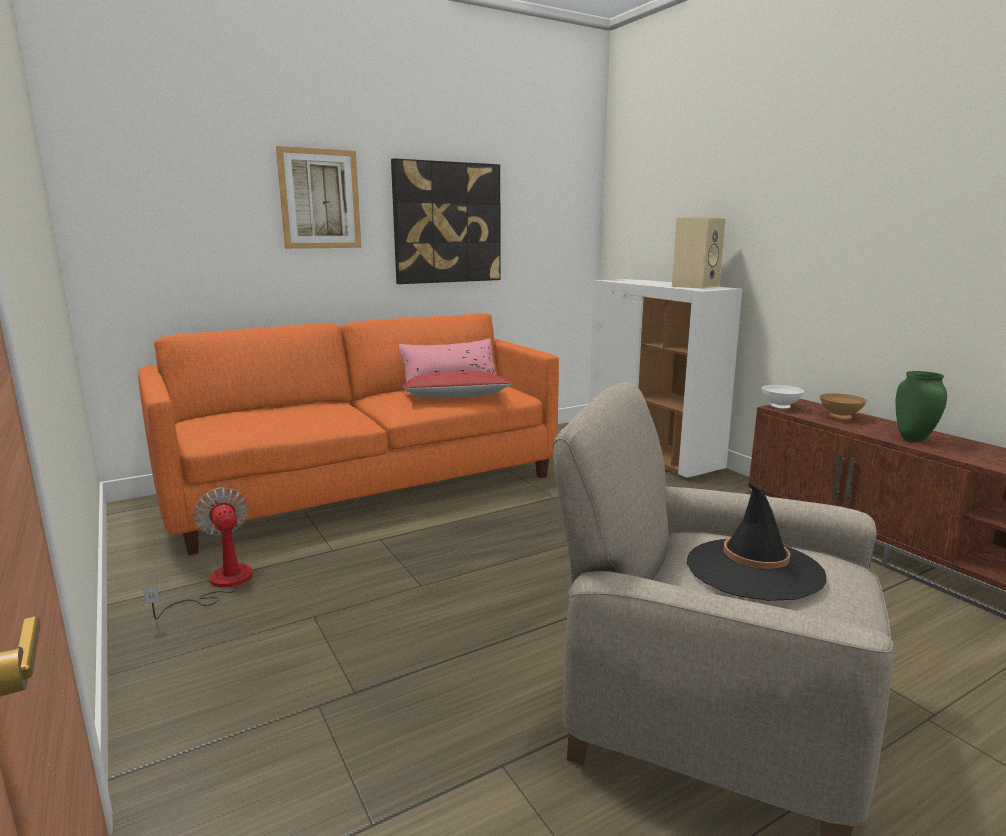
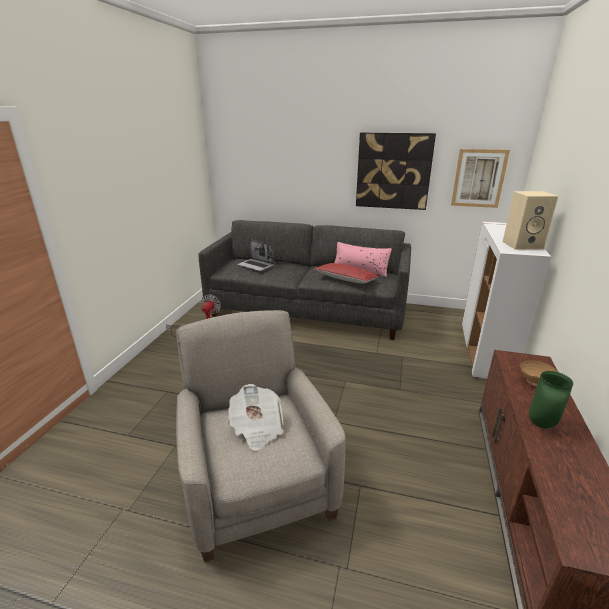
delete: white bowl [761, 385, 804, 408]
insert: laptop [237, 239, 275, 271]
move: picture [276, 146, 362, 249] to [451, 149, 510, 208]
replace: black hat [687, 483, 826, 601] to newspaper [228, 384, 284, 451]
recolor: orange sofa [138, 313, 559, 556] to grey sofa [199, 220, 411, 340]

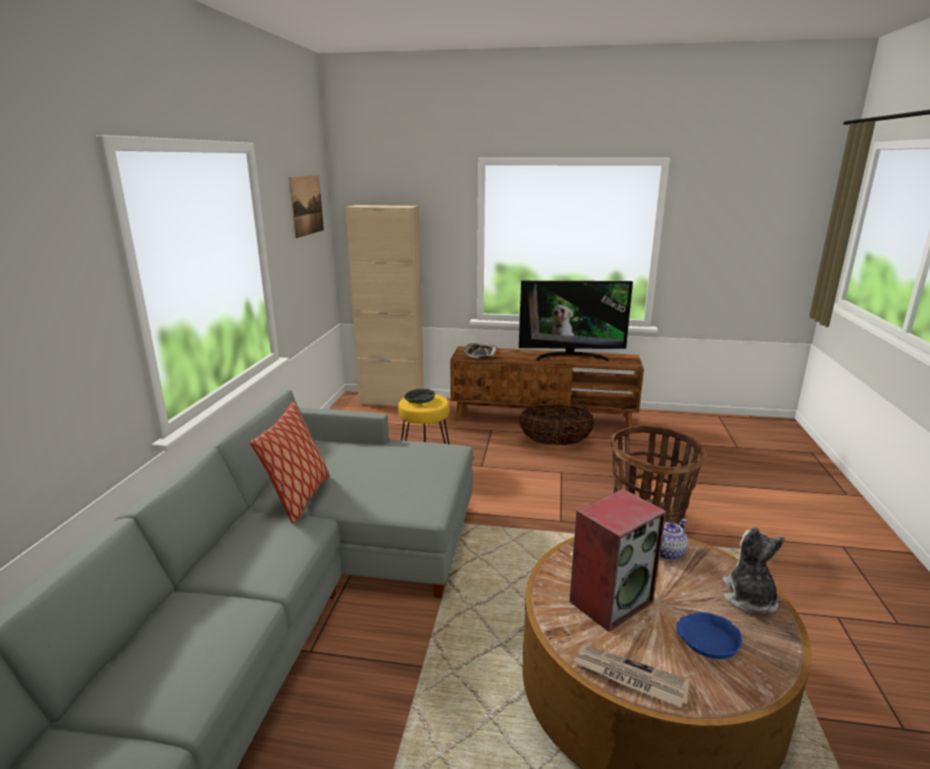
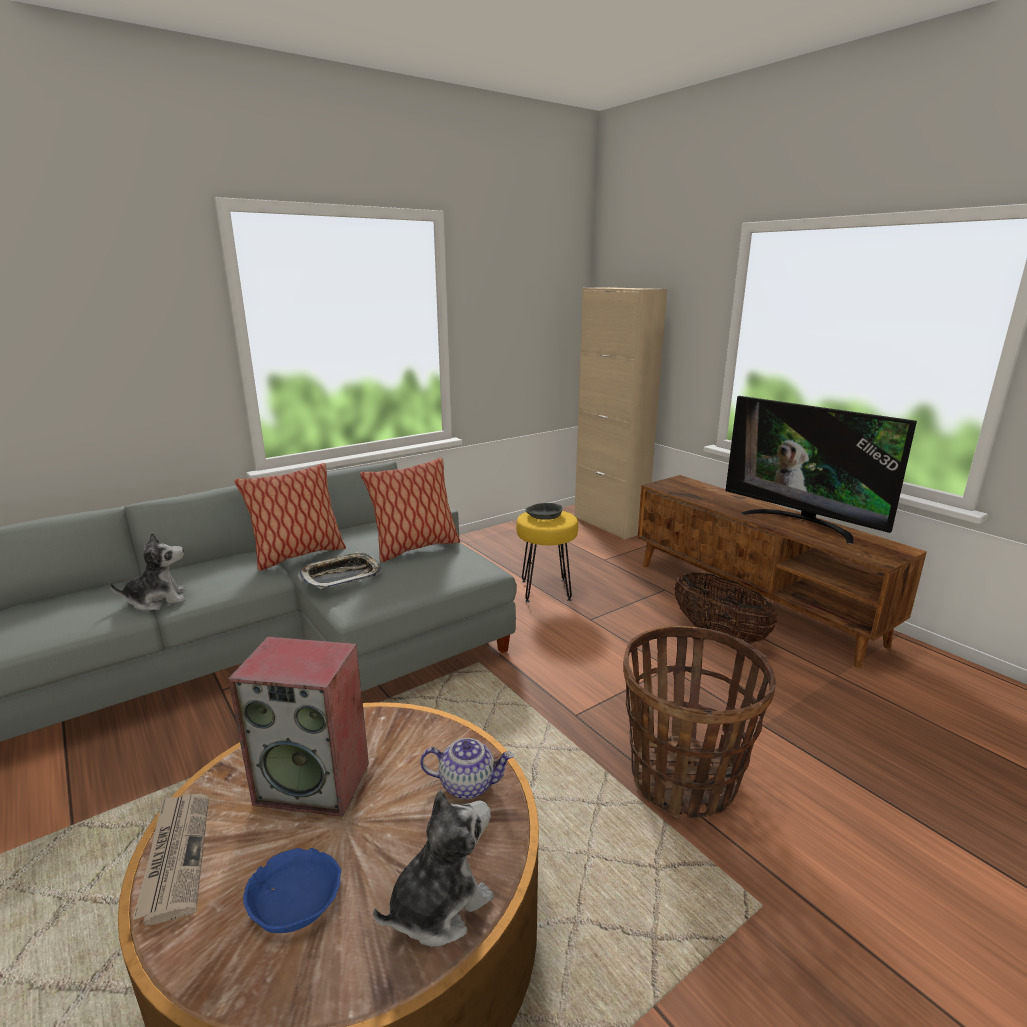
delete: picture [289, 175, 324, 238]
insert: plush toy [109, 532, 186, 611]; pillow [360, 458, 460, 562]
move: tray [463, 343, 497, 358] to [297, 552, 382, 589]

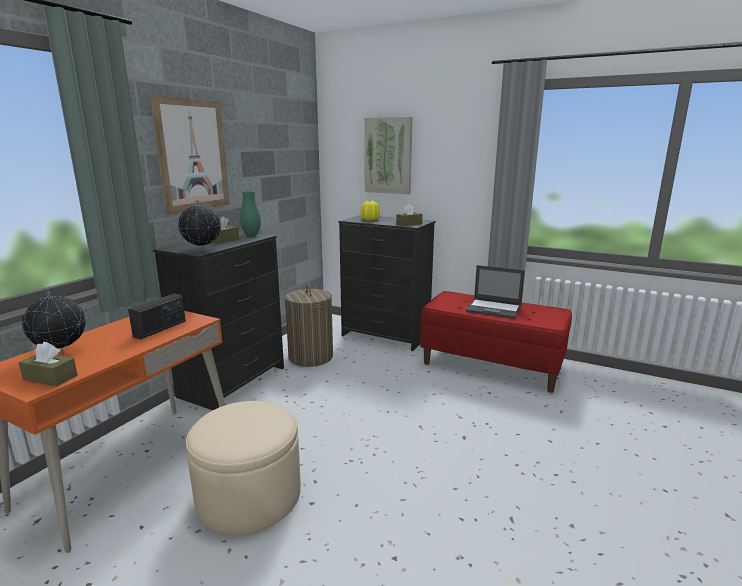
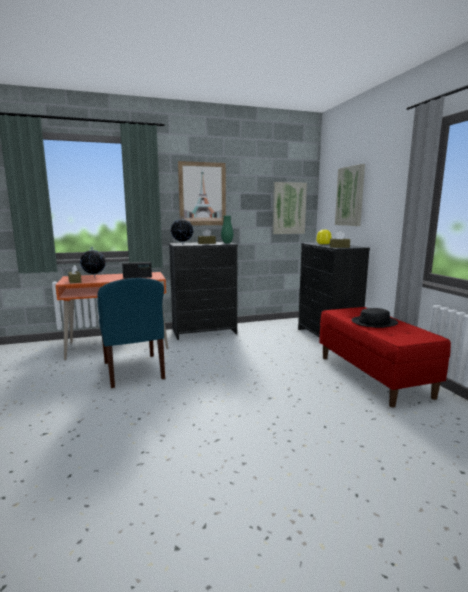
delete: laundry basket [285, 285, 333, 367]
insert: picture [273, 182, 307, 234]
replace: beige ottoman [186, 401, 301, 535] to blue chair [97, 278, 165, 388]; laptop [466, 265, 525, 319] to black hat [351, 308, 398, 328]

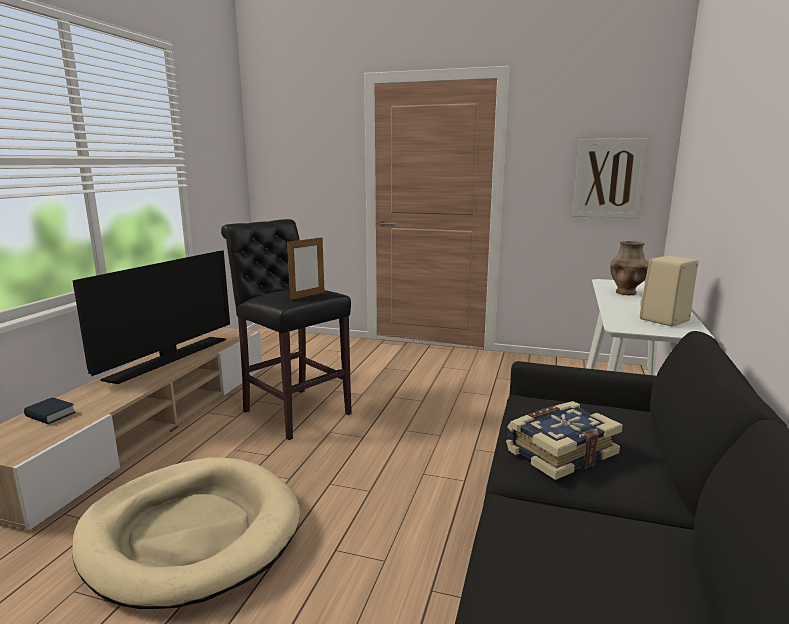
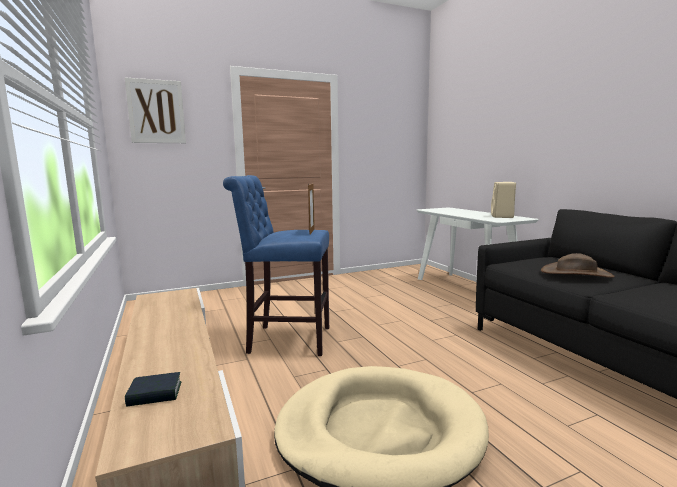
delete: television [72, 250, 230, 384]; brown vase [610, 241, 649, 295]
move: picture [573, 138, 649, 218] to [125, 77, 186, 143]
replace: book [506, 401, 623, 480] to brown hat [541, 253, 615, 278]
recolor: black stool [221, 219, 352, 440] to blue stool [223, 175, 329, 356]

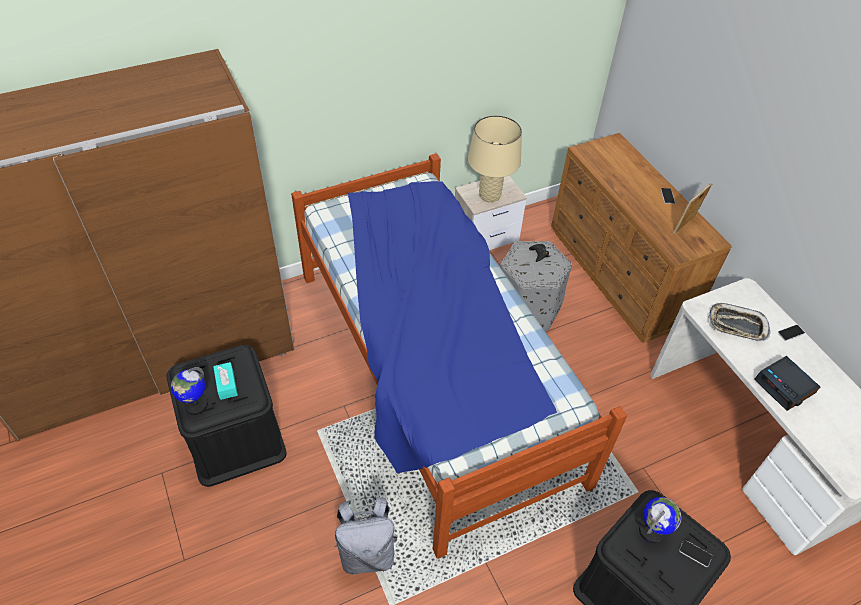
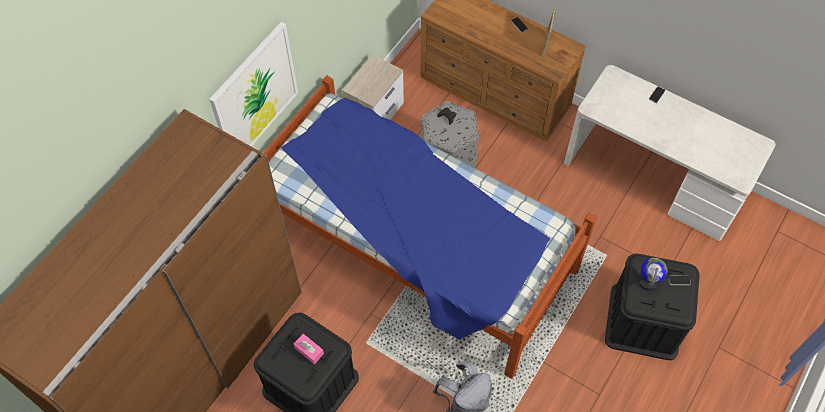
delete: globe [171, 367, 208, 415]; beige table lamp [468, 116, 522, 203]; tray [709, 303, 770, 341]; alarm clock [754, 356, 820, 411]
insert: picture [209, 22, 298, 147]
recolor: turquoise tissue box [213, 362, 238, 400] to pink tissue box [294, 334, 324, 364]

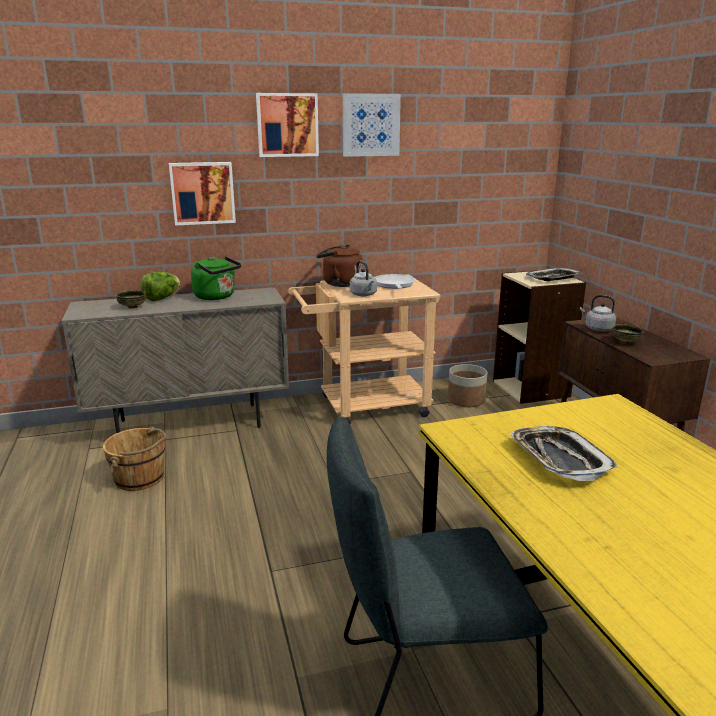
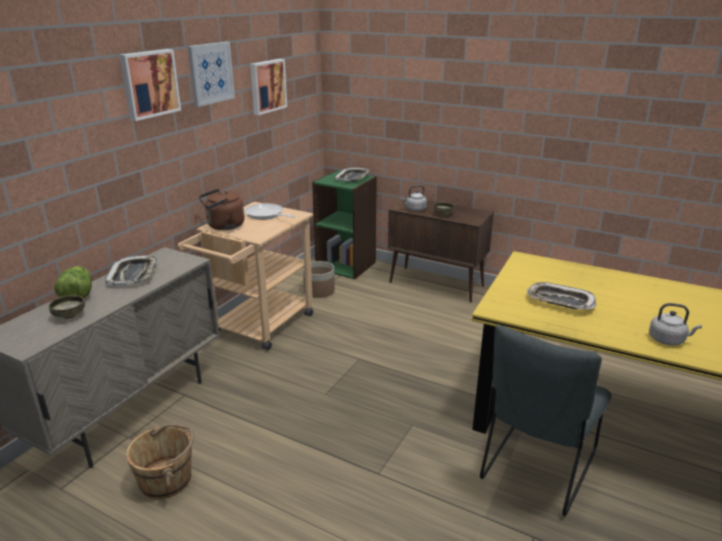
move: picture [169, 162, 236, 225] to [250, 59, 287, 115]; grey kettle [350, 261, 377, 296] to [649, 303, 702, 346]
replace: green kettle [191, 256, 241, 300] to tray [105, 255, 157, 286]
recolor: beige bookcase [493, 270, 586, 404] to green bookcase [312, 170, 377, 279]

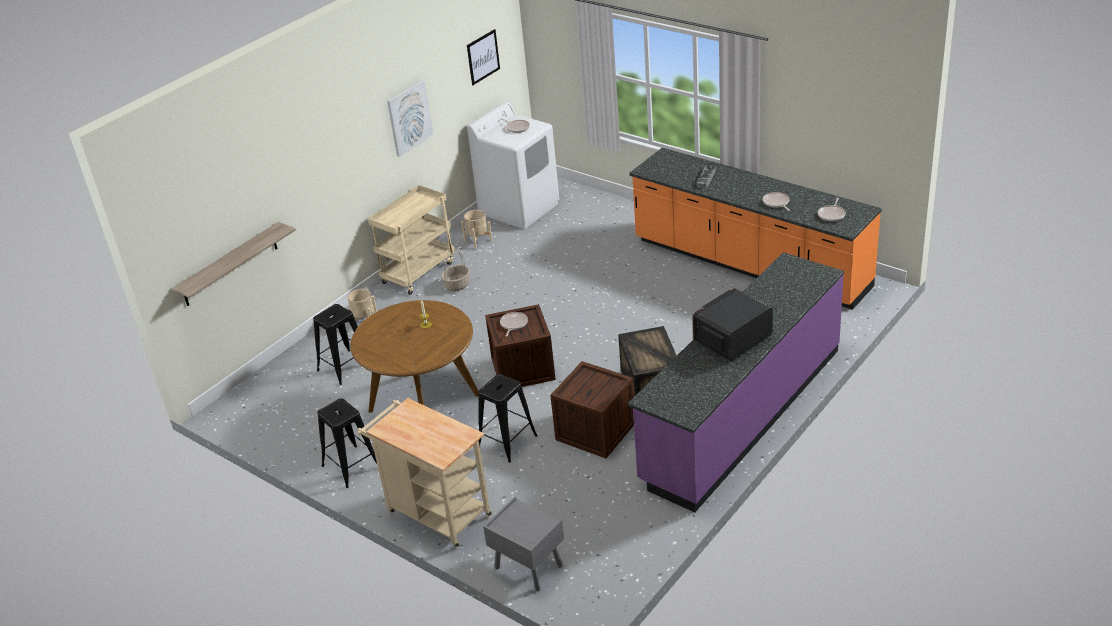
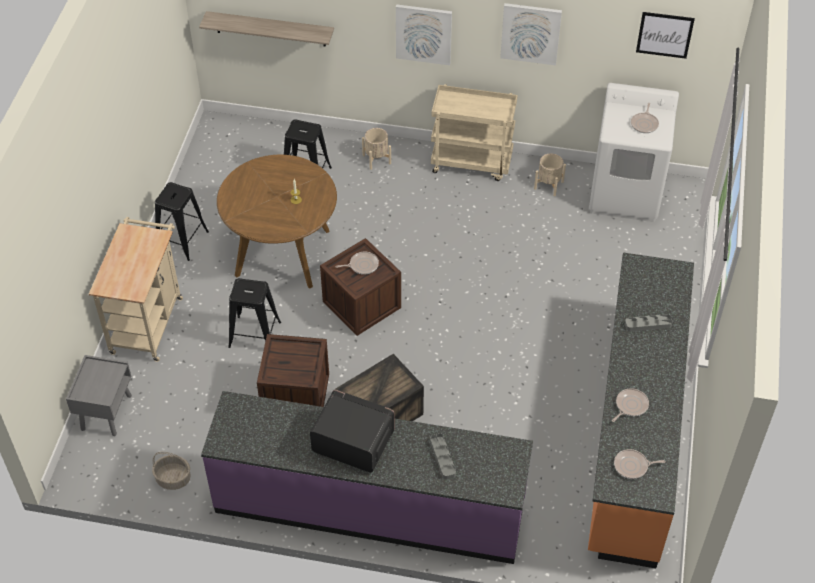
insert: picture [396, 4, 452, 65]; grey tray [430, 433, 456, 480]
move: basket [442, 251, 470, 291] to [152, 452, 191, 490]

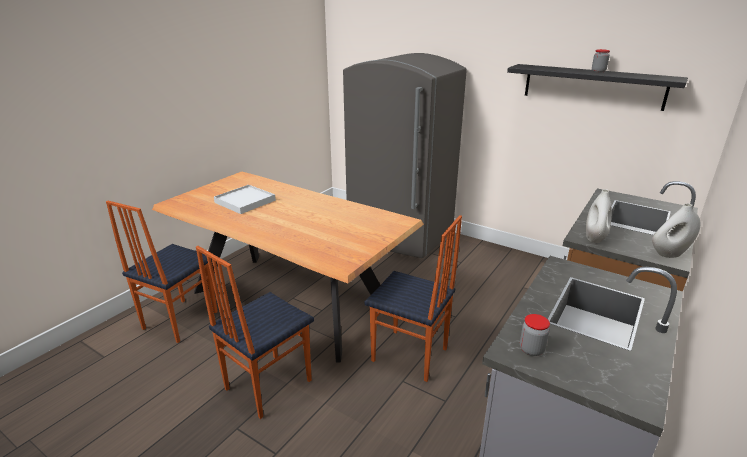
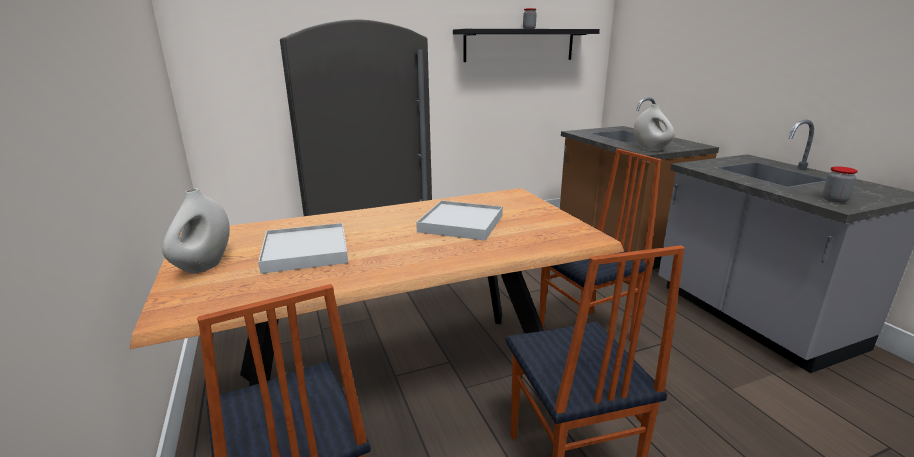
insert: white tray [416, 201, 503, 241]
move: white vase [652, 203, 701, 258] to [162, 188, 230, 273]

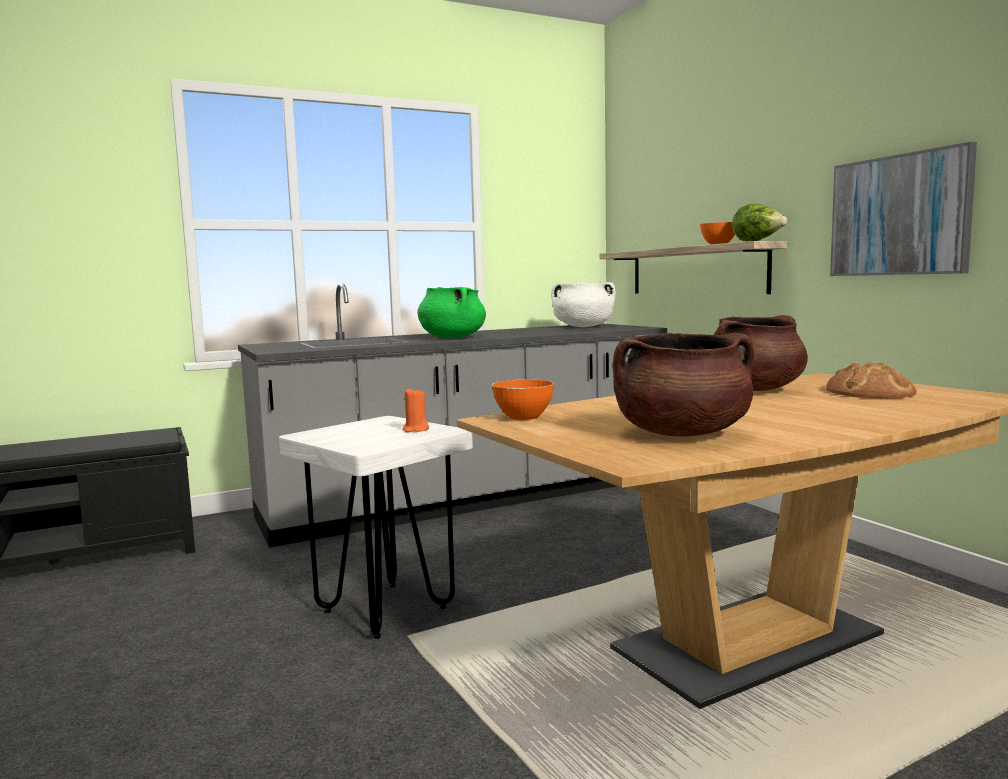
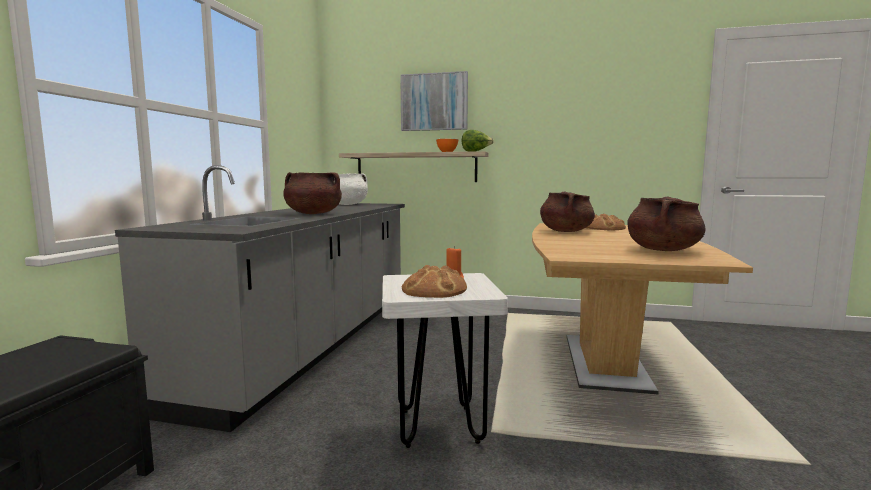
delete: orange bowl [492, 379, 554, 420]
insert: bread [402, 265, 467, 298]
move: picture [830, 142, 977, 276] to [400, 71, 468, 131]
recolor: green cooking pot [417, 287, 486, 338] to brown cooking pot [283, 172, 342, 214]

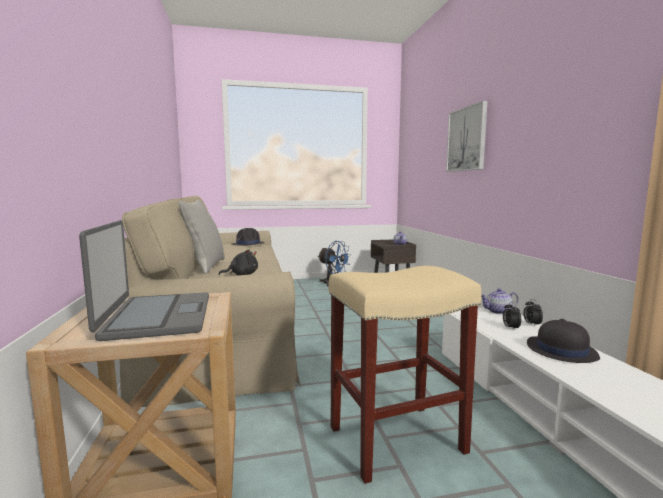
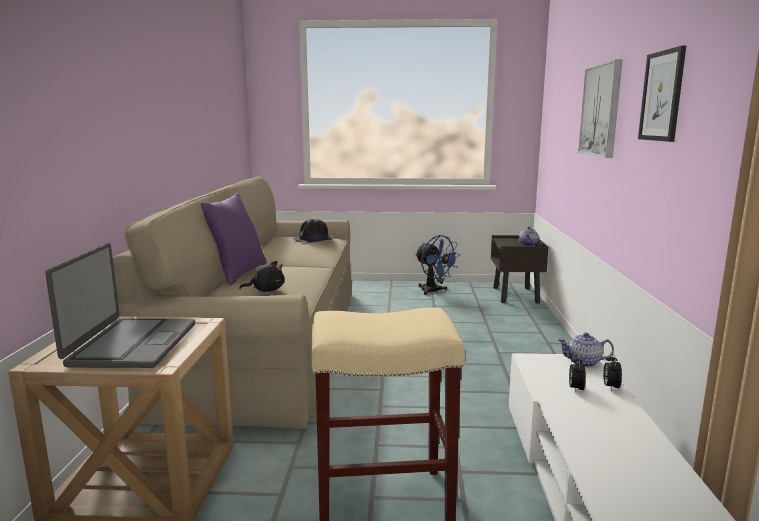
delete: black hat [527, 319, 600, 363]
insert: picture [638, 46, 686, 142]
recolor: grey pillow [179, 200, 225, 274] to purple pillow [200, 193, 267, 286]

